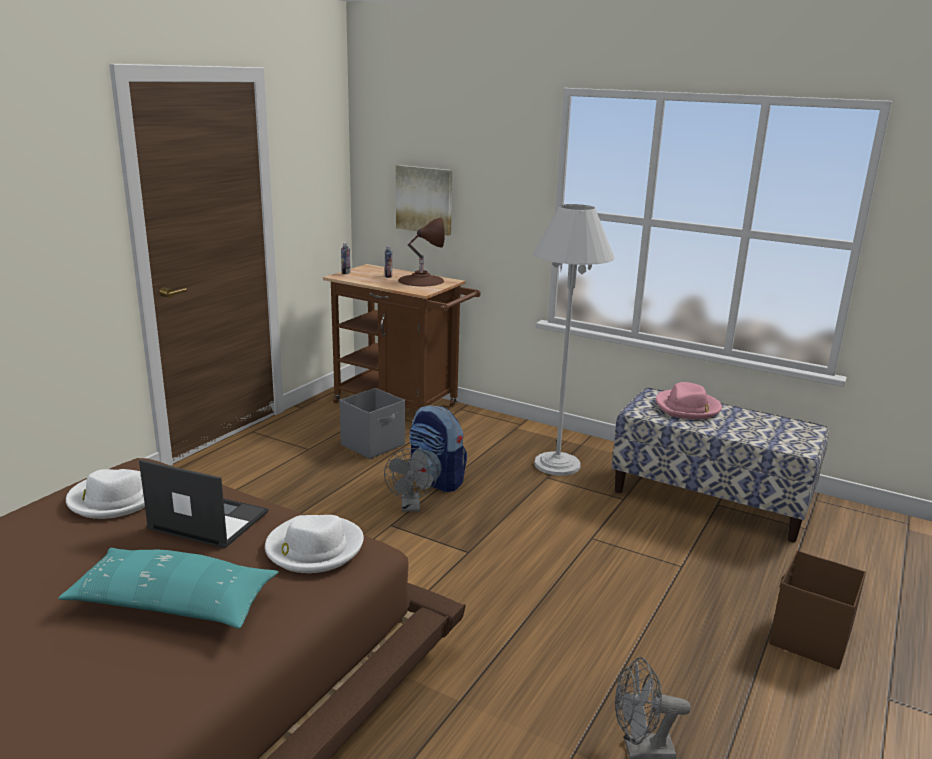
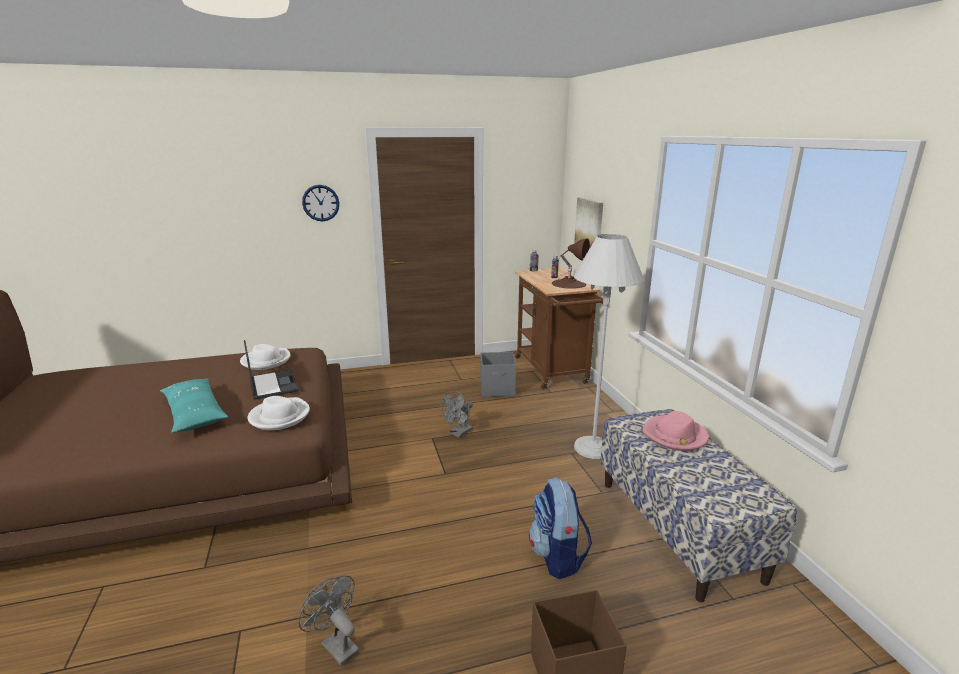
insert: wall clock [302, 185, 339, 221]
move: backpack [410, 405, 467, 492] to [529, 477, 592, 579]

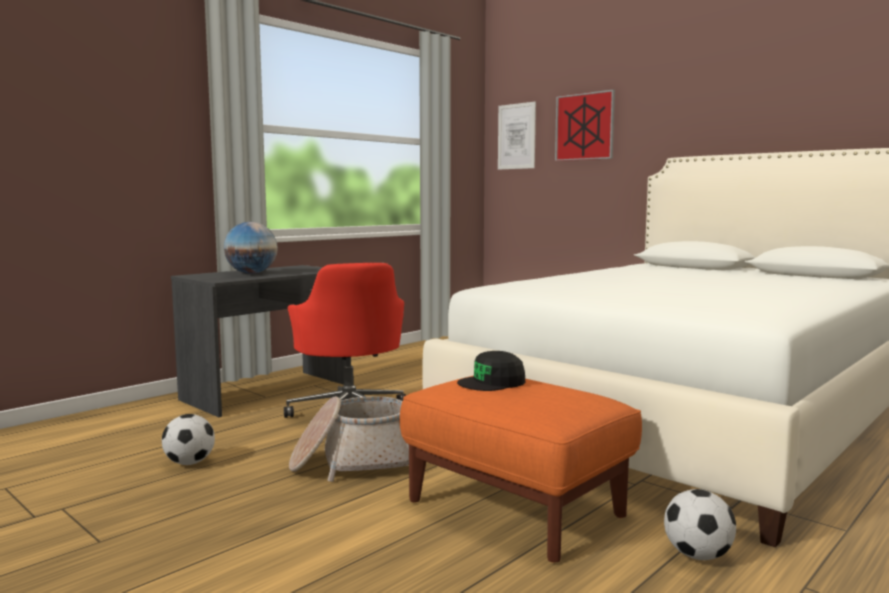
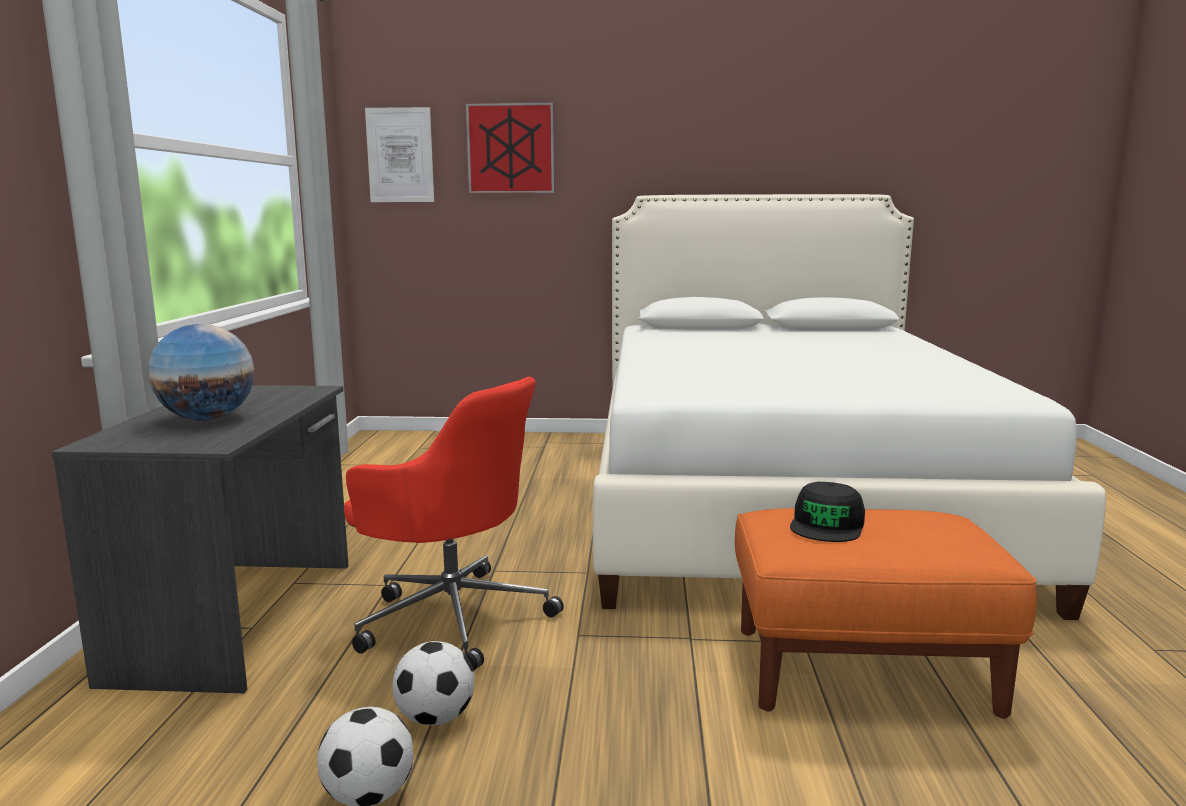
delete: basket [289, 396, 409, 482]
move: football [664, 489, 736, 560] to [393, 641, 474, 726]

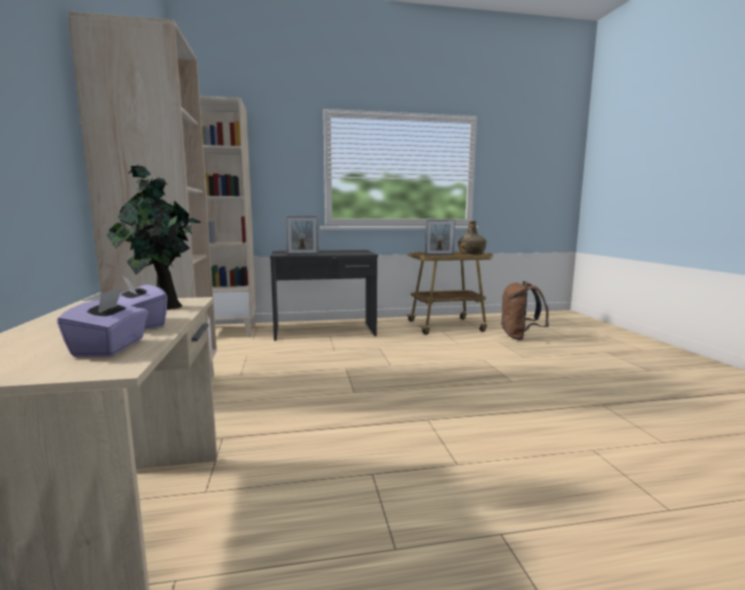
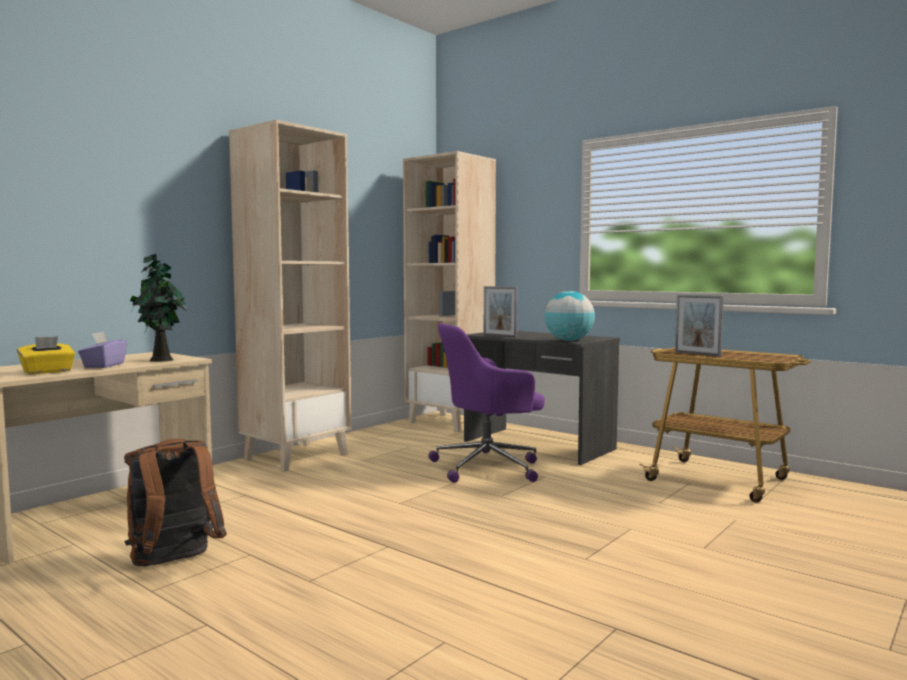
delete: green bottle [458, 221, 486, 254]
insert: purple office chair [428, 323, 545, 483]; globe [544, 291, 595, 341]
move: brown backpack [501, 281, 549, 340] to [124, 439, 227, 566]
recolor: purple tissue box [57, 287, 148, 357] to yellow tissue box [17, 336, 75, 374]

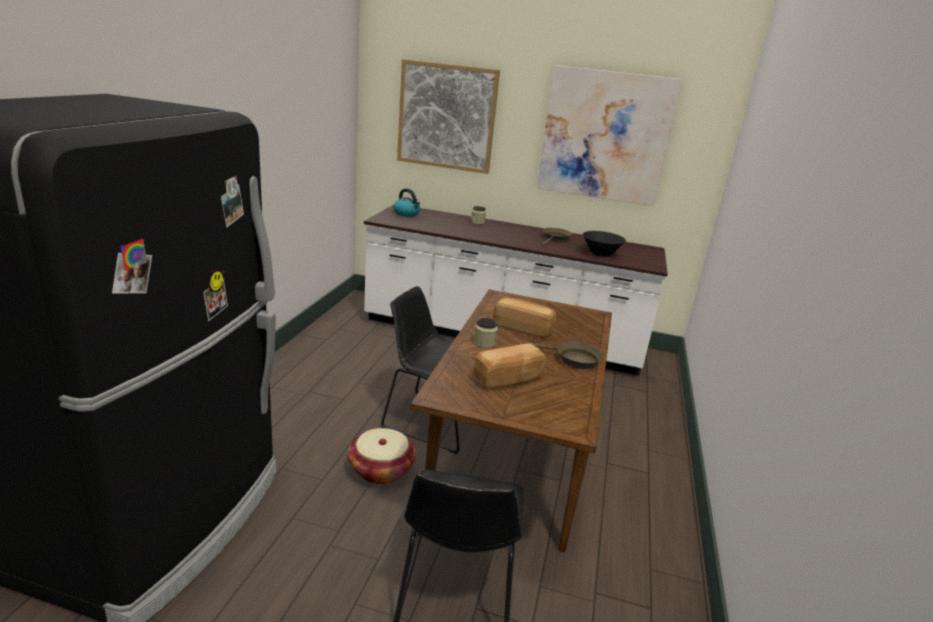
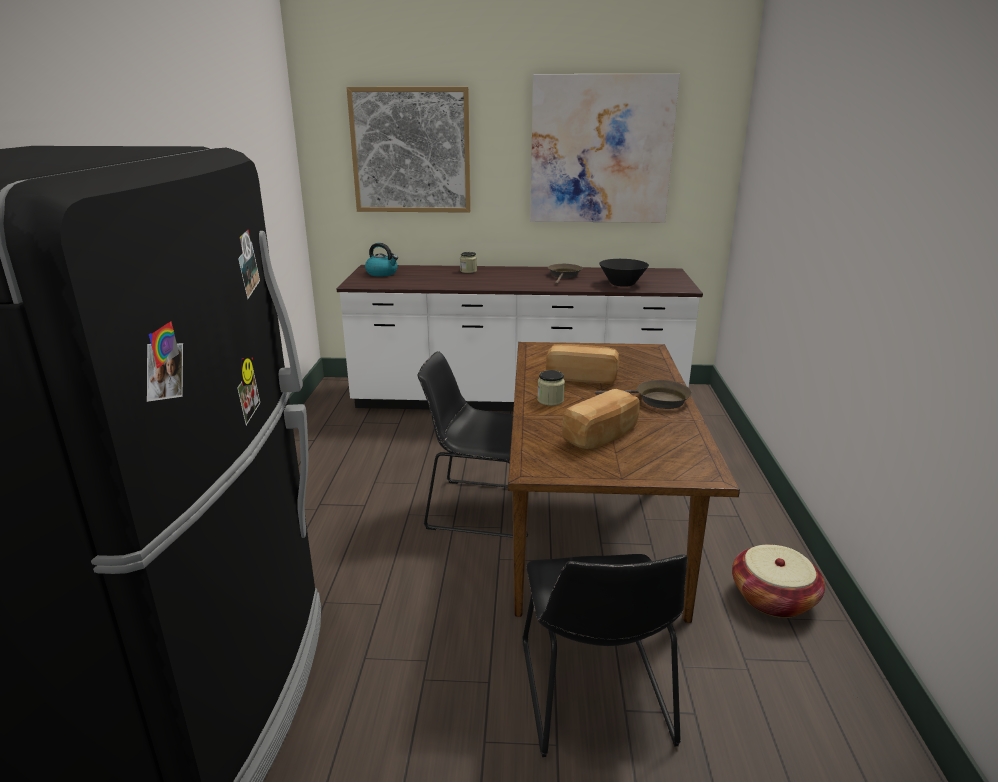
move: basket [348, 428, 416, 484] to [732, 545, 825, 618]

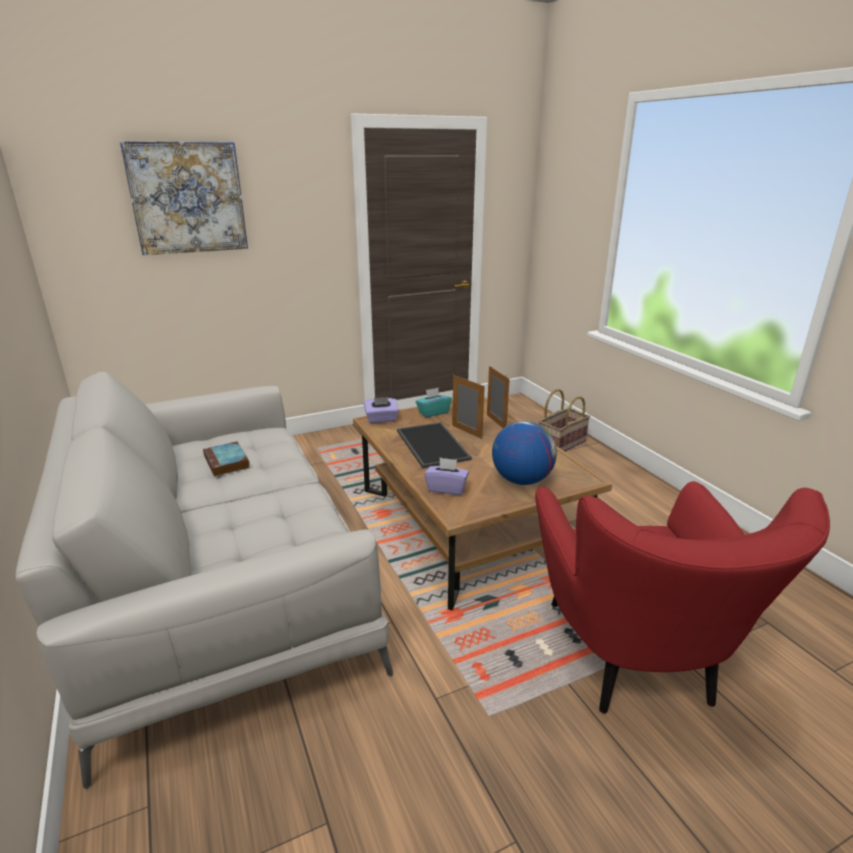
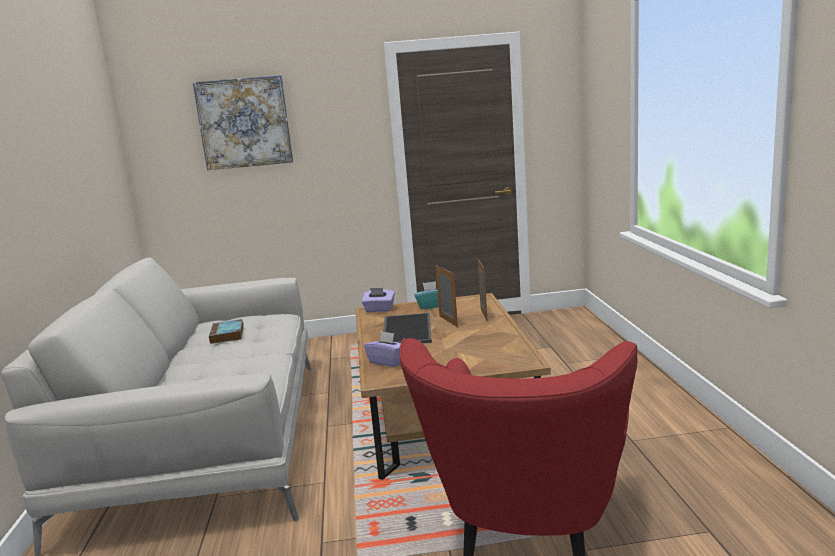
delete: globe [492, 421, 557, 485]; basket [538, 389, 590, 451]

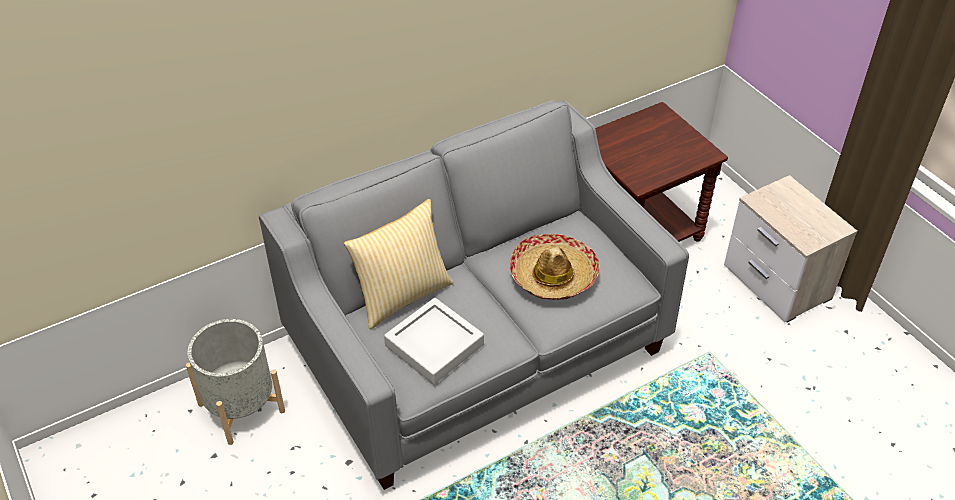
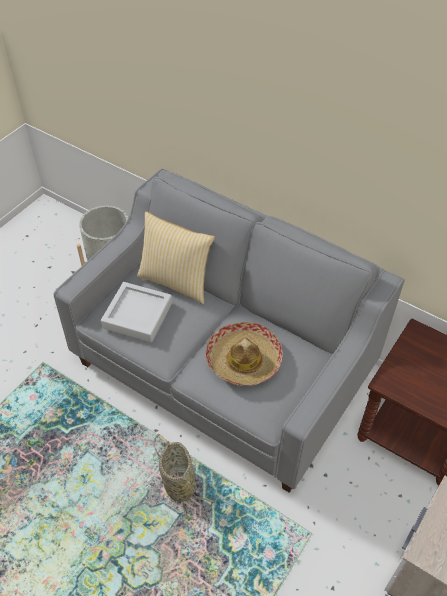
insert: basket [154, 434, 215, 521]

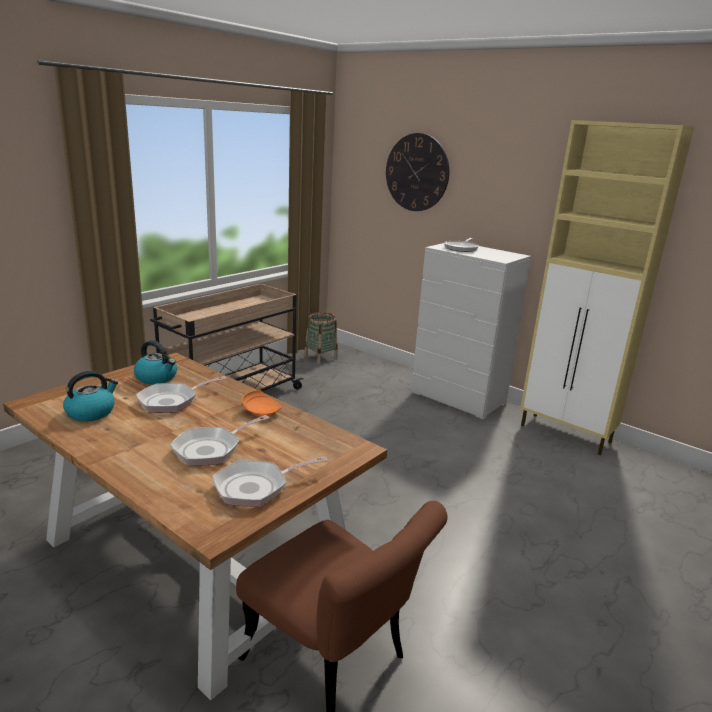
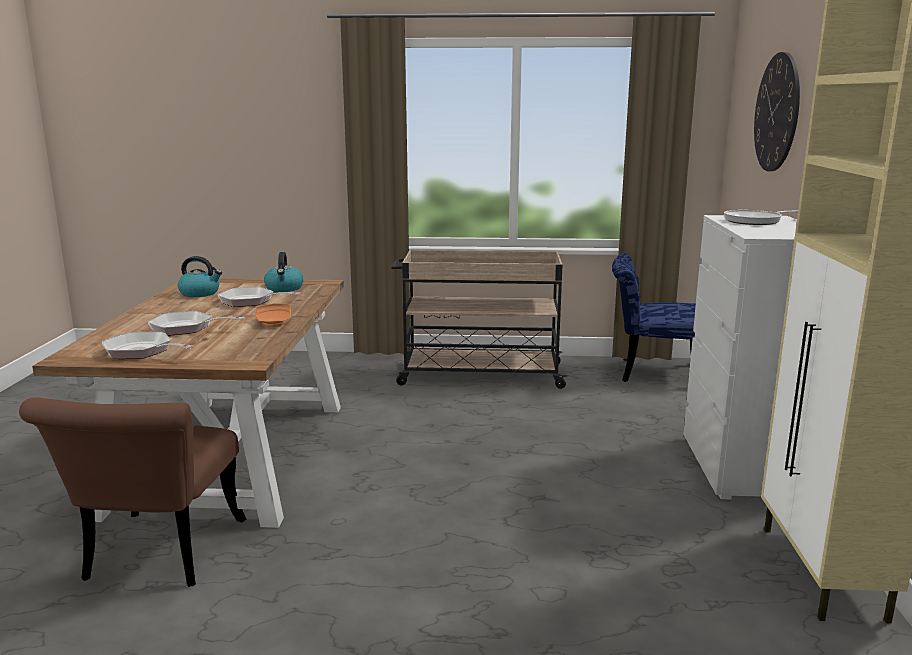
replace: basket [304, 312, 338, 364] to blue chair [612, 253, 696, 382]

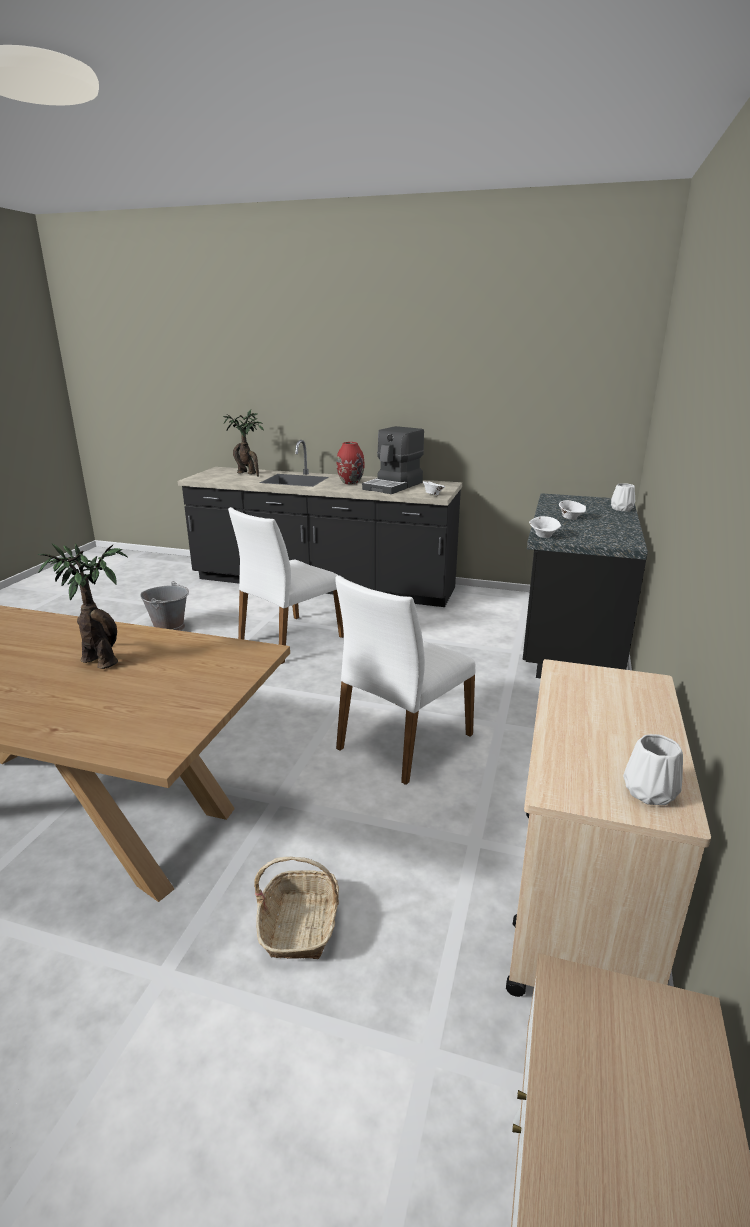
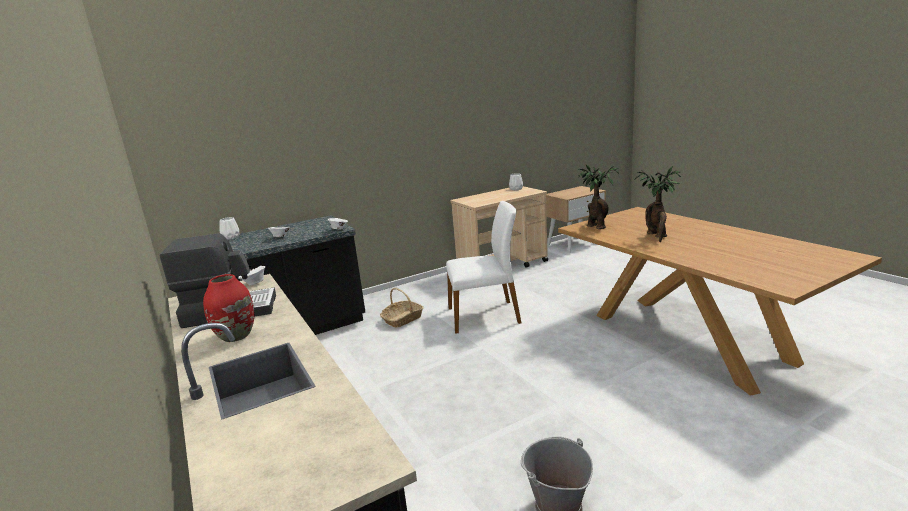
delete: white chair [228, 507, 344, 664]
move: potted plant [223, 410, 264, 477] to [579, 164, 619, 229]; basket [254, 857, 339, 959] to [380, 288, 423, 327]

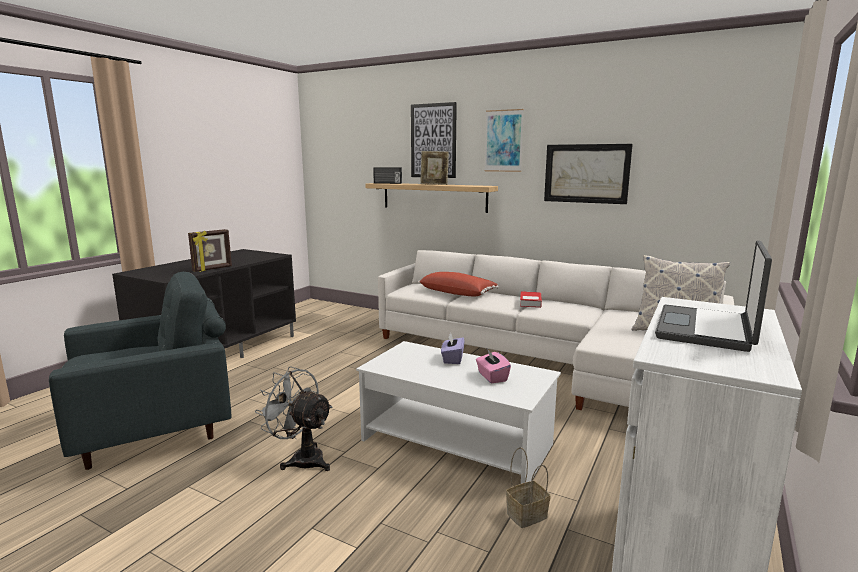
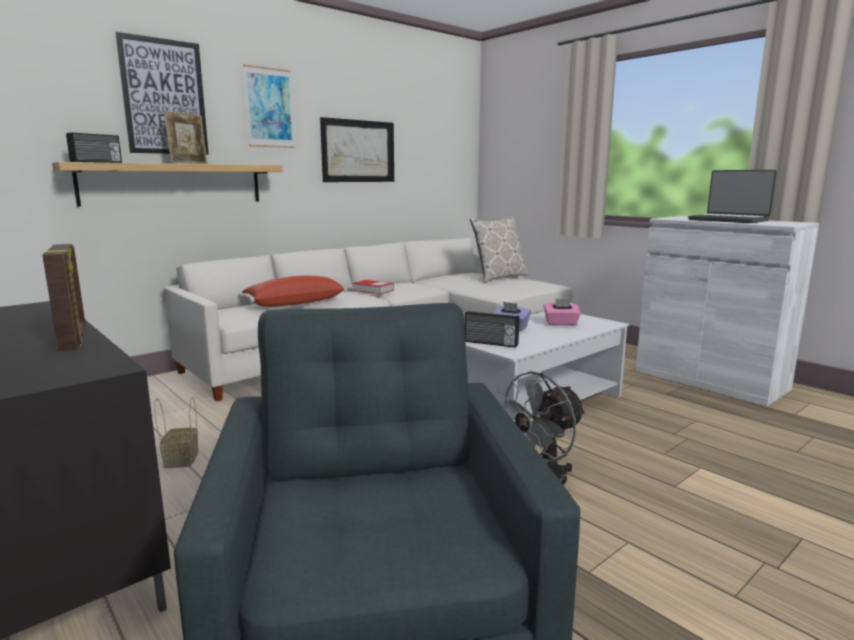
insert: radio [464, 311, 519, 348]
move: basket [506, 447, 550, 528] to [154, 397, 199, 468]

